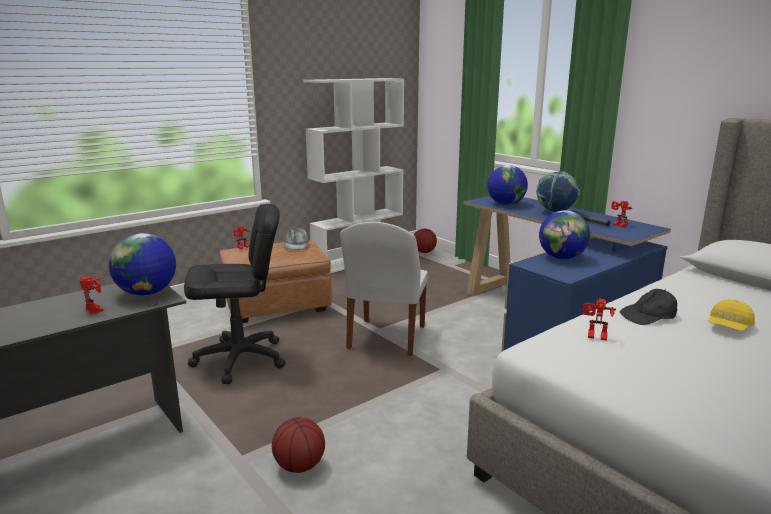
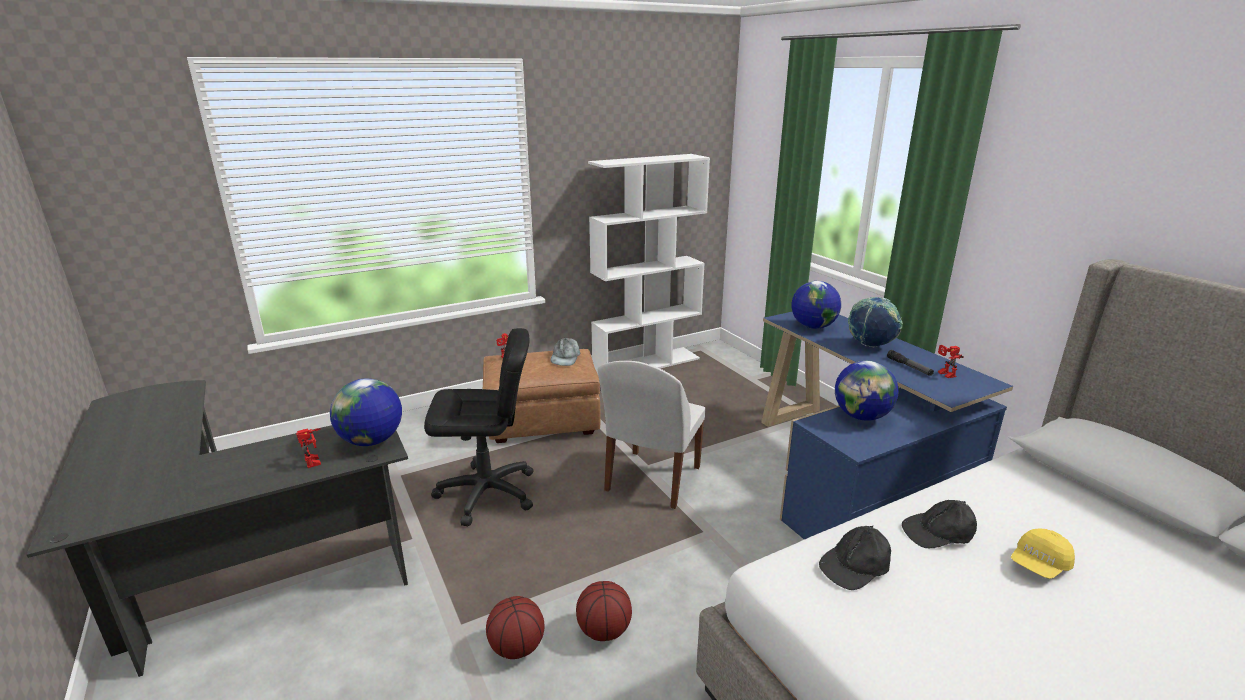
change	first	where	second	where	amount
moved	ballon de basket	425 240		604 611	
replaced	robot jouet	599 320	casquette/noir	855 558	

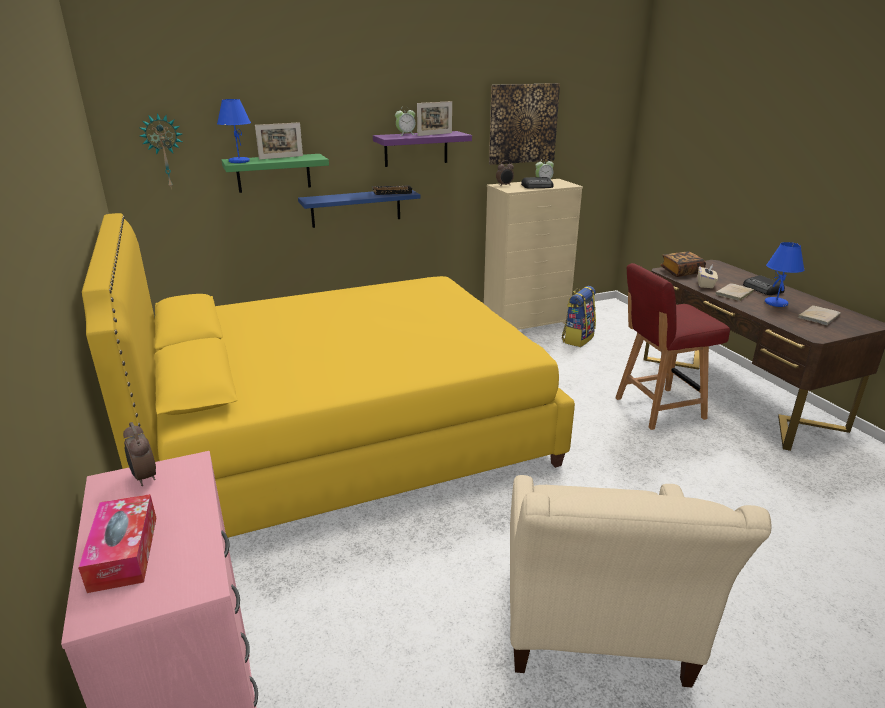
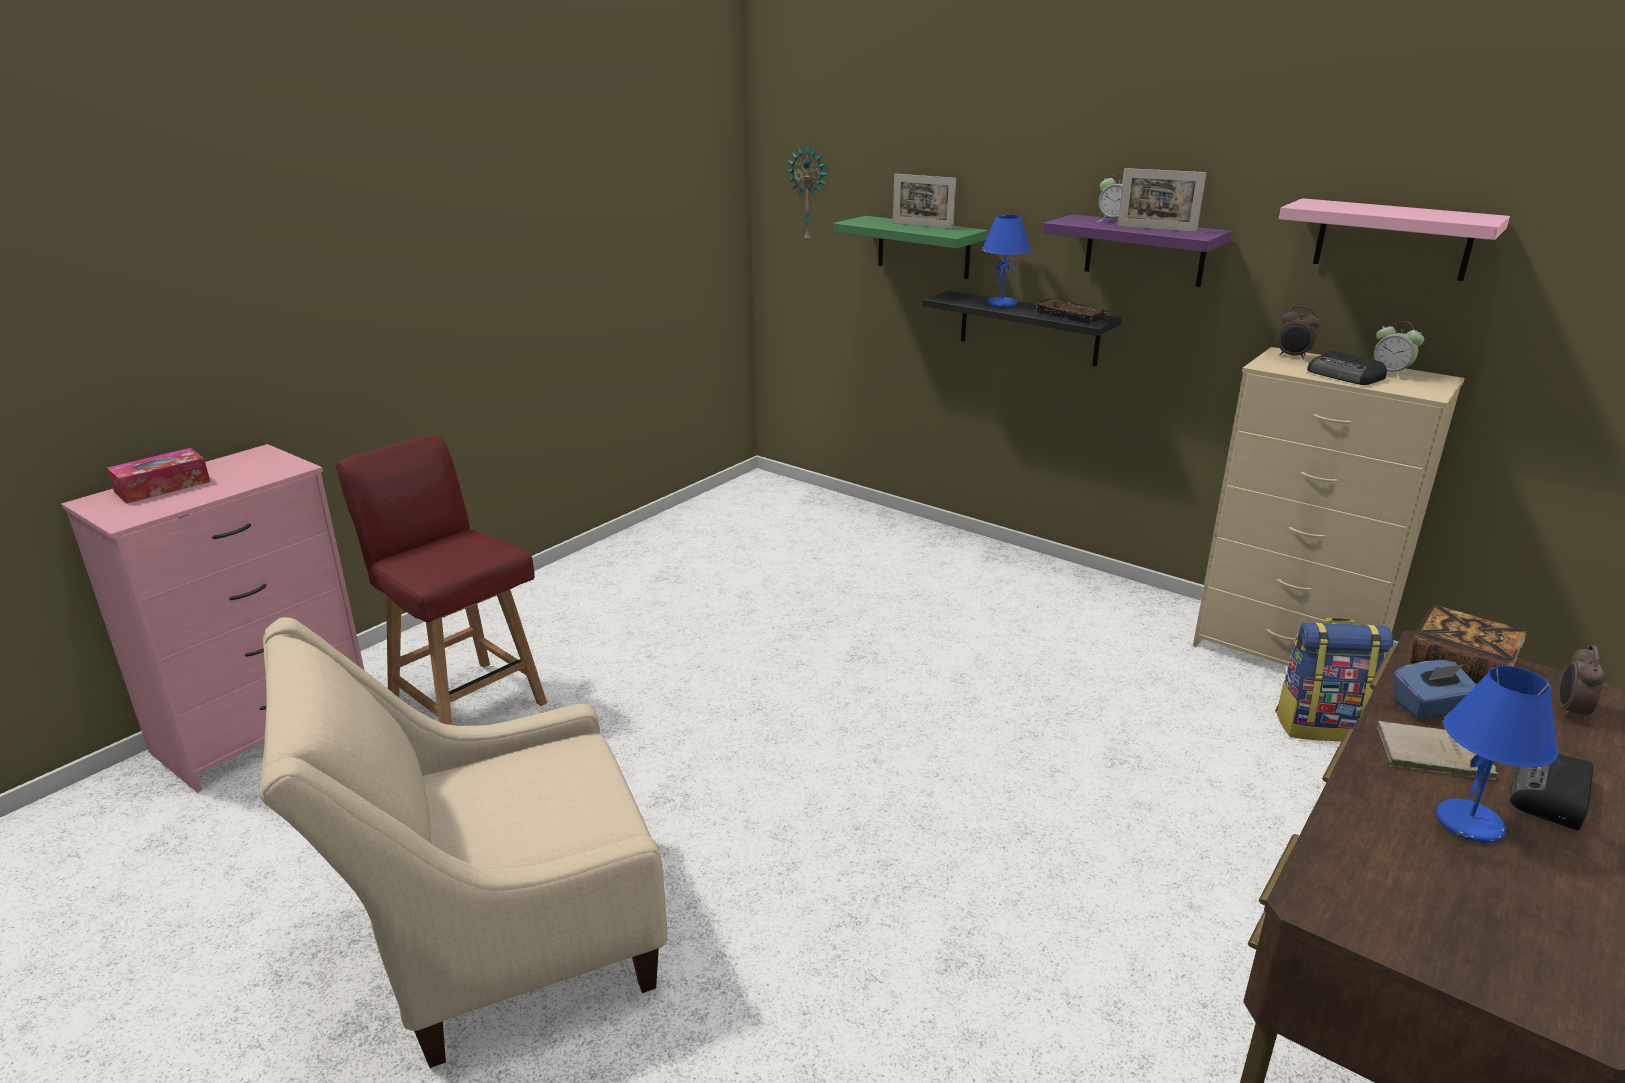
change	first	where	second	where	amount
moved	chaise/rouge	672 346		441 579	
recoloured	étagère/bleu	359 209	étagère/noir	1022 328	
moved	lampe de table/bleu	234 131		1006 261	
replaced	tableau	524 124	étagère/rose	1394 239	
recoloured	boîte à mouchoirs/beige	708 276	boîte à mouchoirs/bleu	1435 689	
moved	réveil	139 454		1582 682	
removed	lit/jaune	328 375			
removed	livre/beige	819 315			

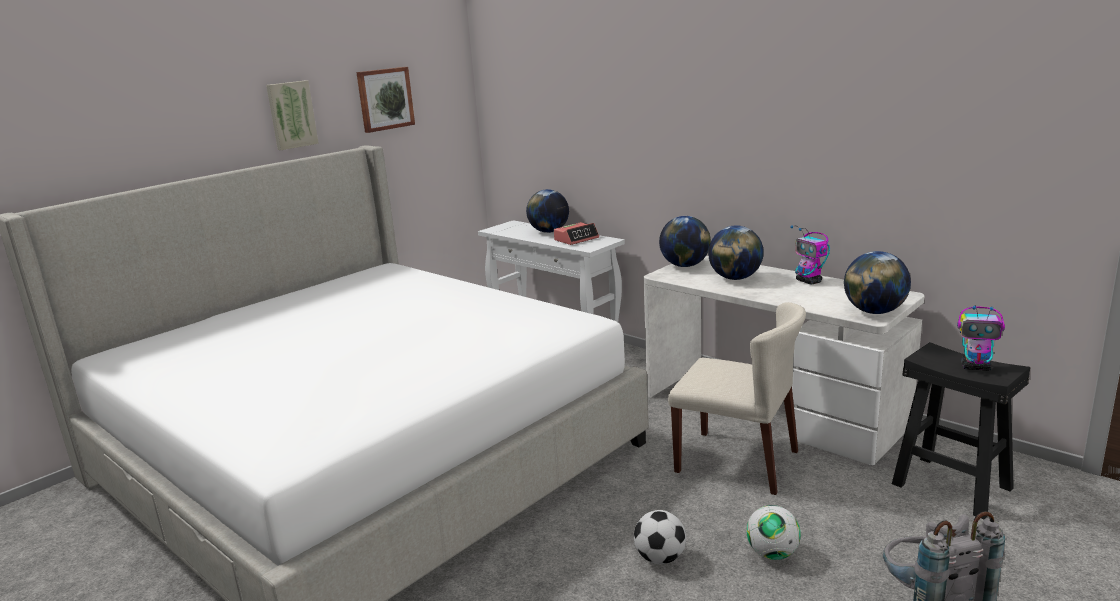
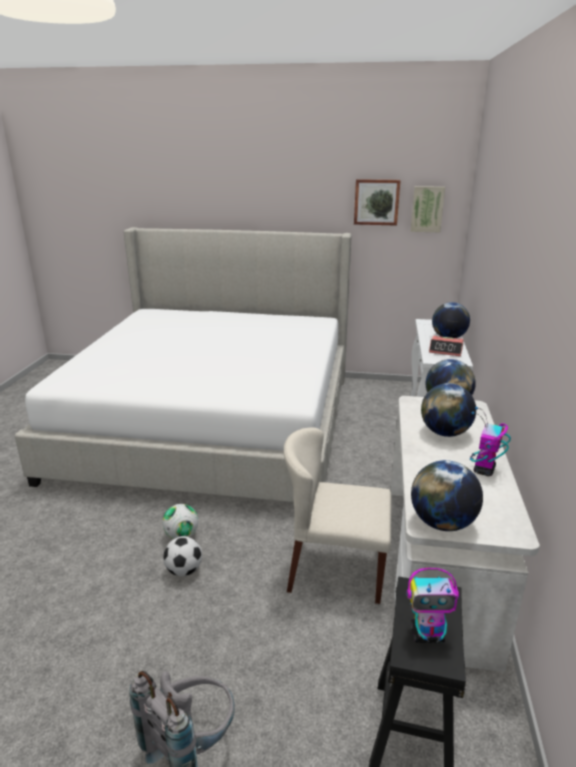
change	first	where	second	where	amount
moved	ballon de foot	773 532		180 521	
turned	chaise/beige	737 398		337 515	105 degrees clockwise
turned	robot jouet	981 338		433 605	75 degrees counterclockwise
moved	tableau	292 115		428 209	

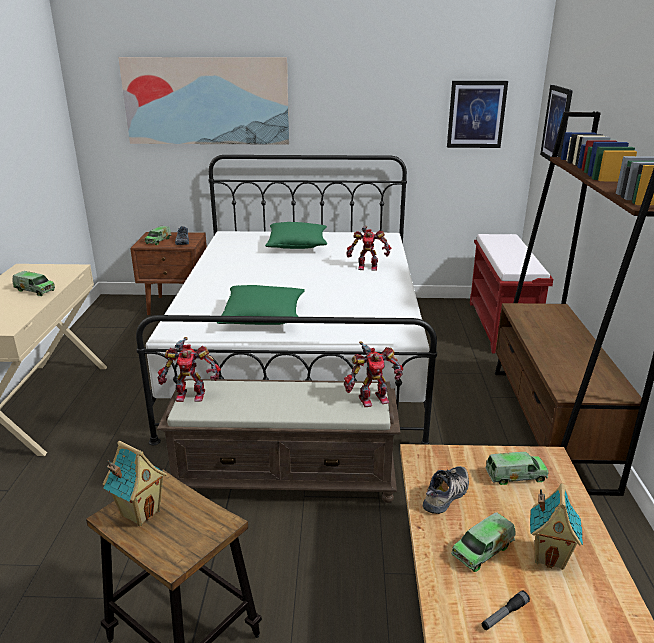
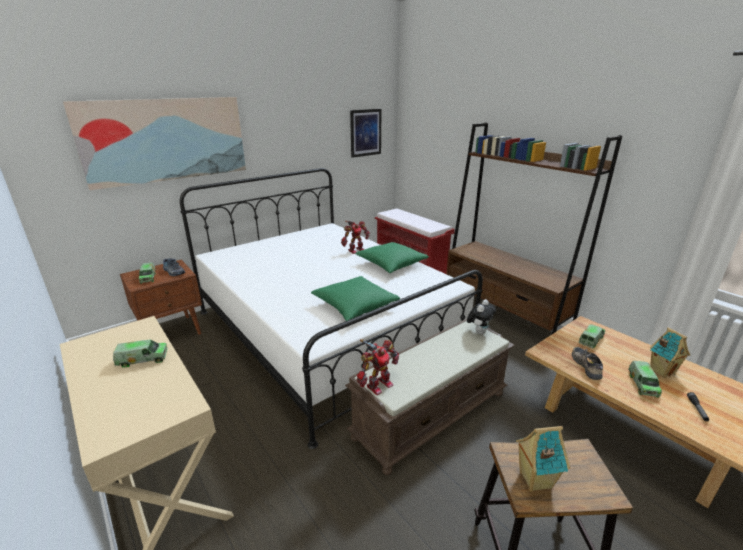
change	first	where	second	where	amount
moved	coussin/vert	296 235		392 257	
replaced	robot jouet	373 374	peluche	481 316	
removed	tableau	556 125			

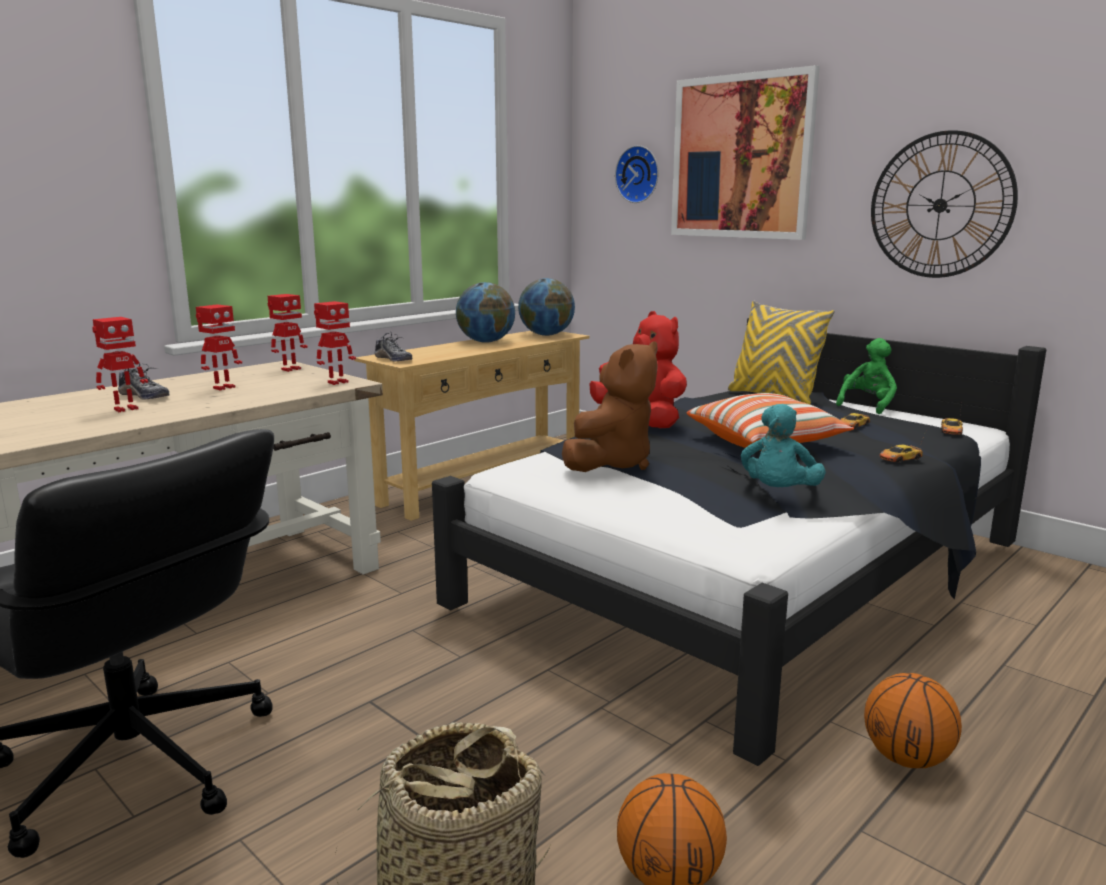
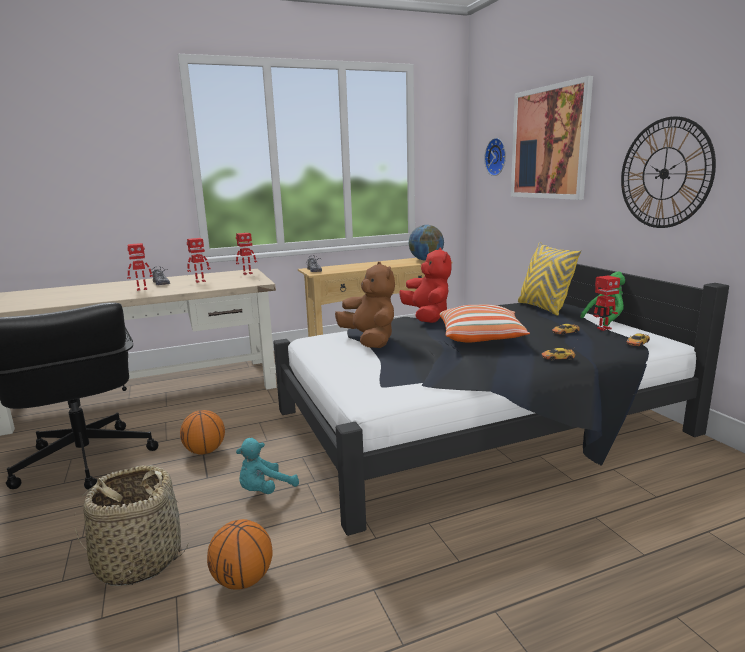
change	first	where	second	where	amount
moved	ballon de basket	913 720		202 432	
moved	peluche/turquoise	783 445		267 466	
turned	peluche/marron	610 406		365 305	90 degrees counterclockwise
moved	robot jouet	335 343		606 303	
removed	globe	485 312			

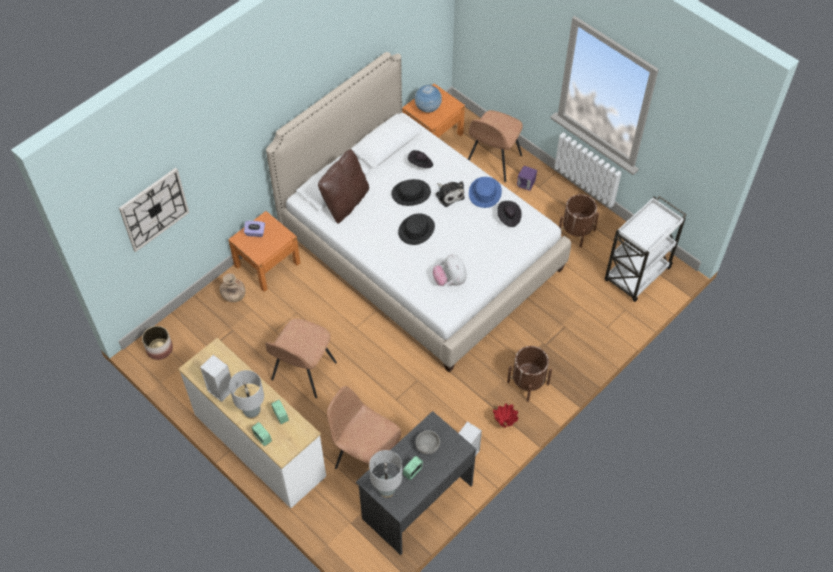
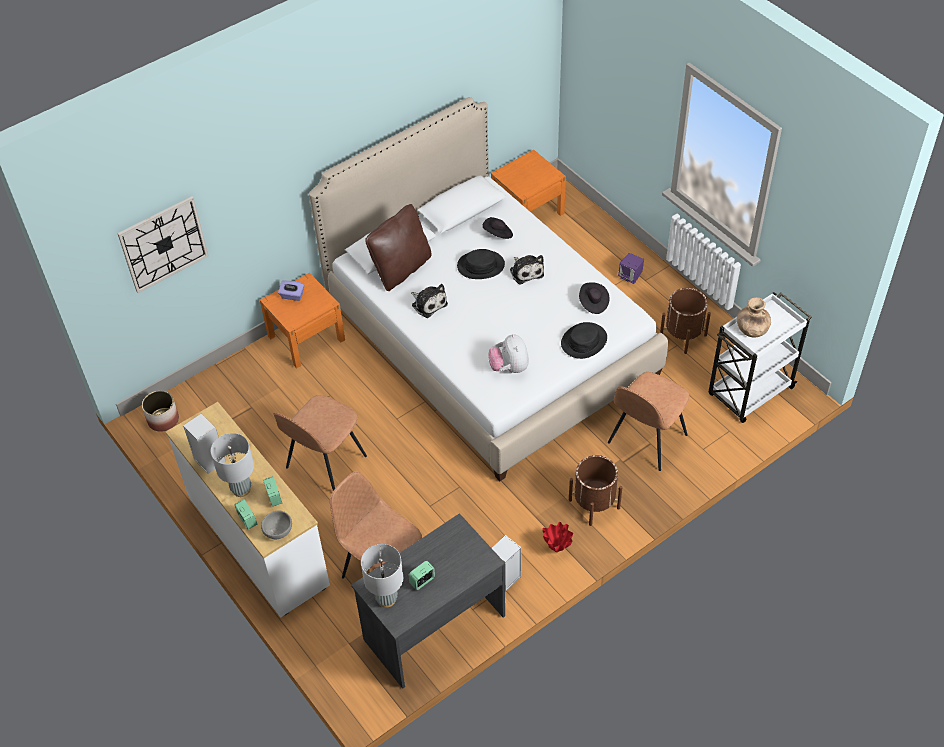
change	first	where	second	where	amount
moved	bol/gris	428 442		276 525	
added			peluche	429 301	
moved	chapeau/noir	416 229		584 340	
moved	chaise/marron	495 146		649 421	
moved	vase/marron	232 287		754 317	
removed	globe	428 99			
removed	chapeau/bleu	485 192			

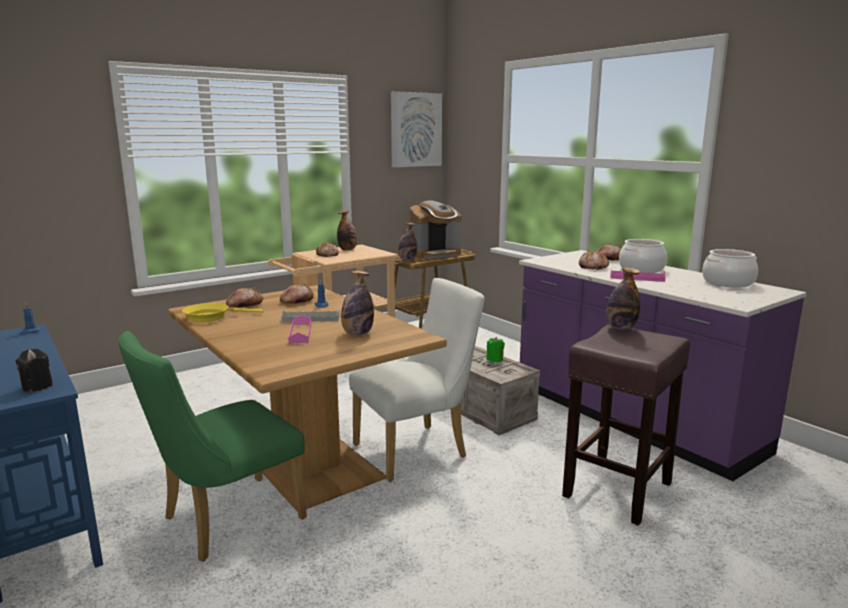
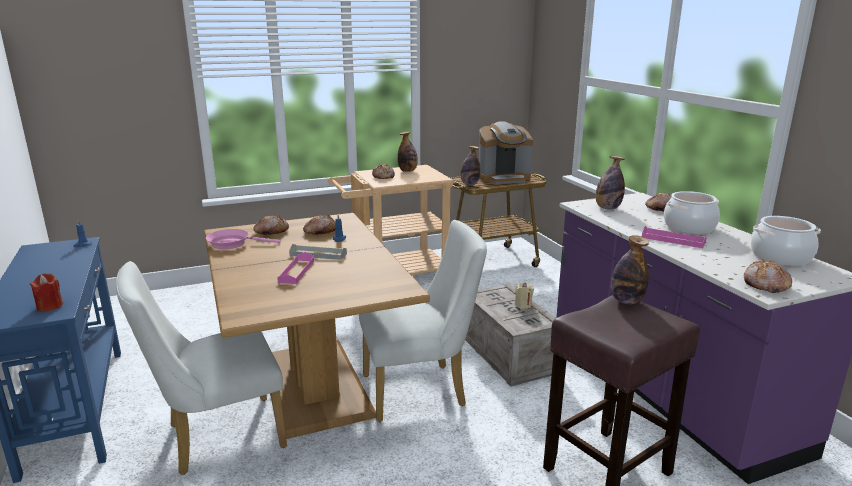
change	first	where	second	where	amount
recoloured	bougie/noir	34 370	bougie/rouge	46 292	
recoloured	chaise/vert	213 446	chaise/blanc	201 368	
recoloured	poêle/jaune	222 312	poêle/rose	243 239	
recoloured	bougie/vert	495 349	bougie/beige	524 296	
moved	bouteille	357 303		610 182	
moved	pain	594 260		768 276	
removed	tableau	416 129			

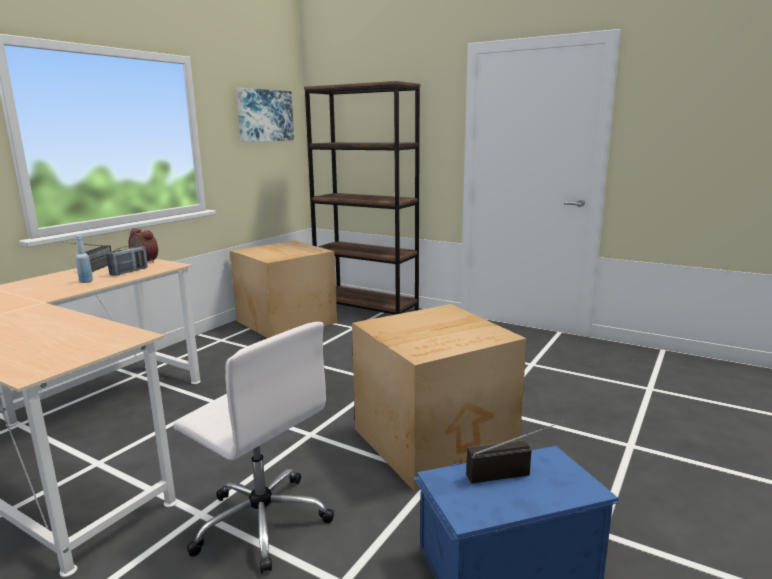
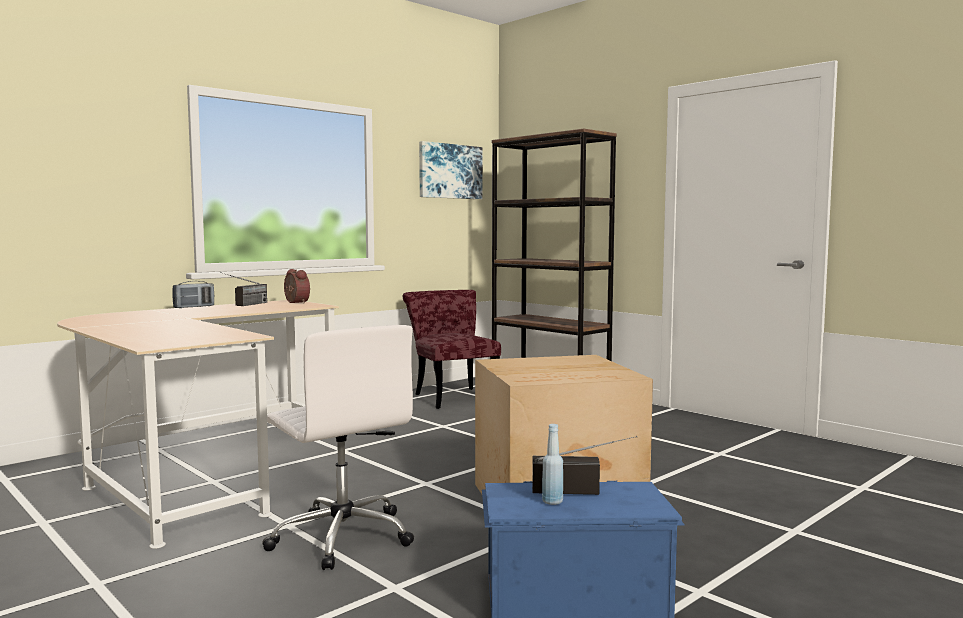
change	first	where	second	where	amount
moved	radio	127 260		193 294	
replaced	carton	283 289	chaise/rouge	451 349	
moved	bouteille/bleu	84 259		552 464	

